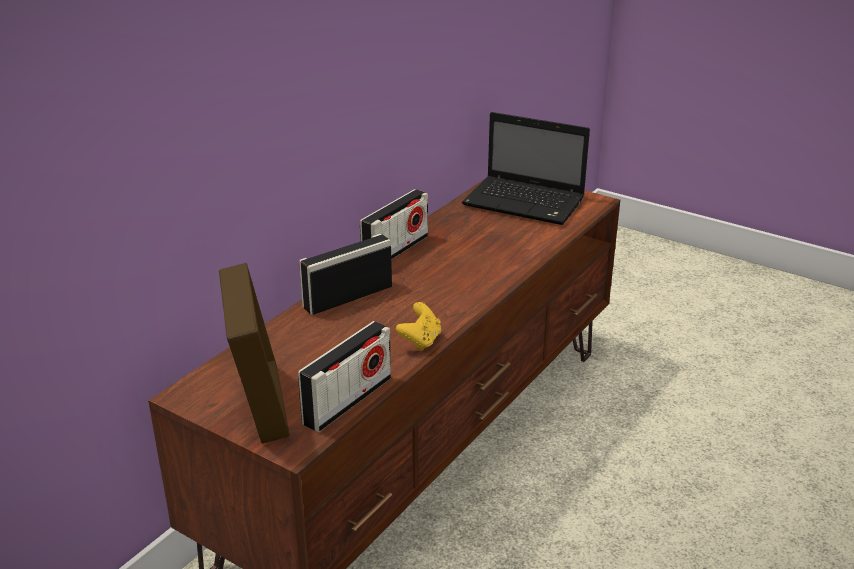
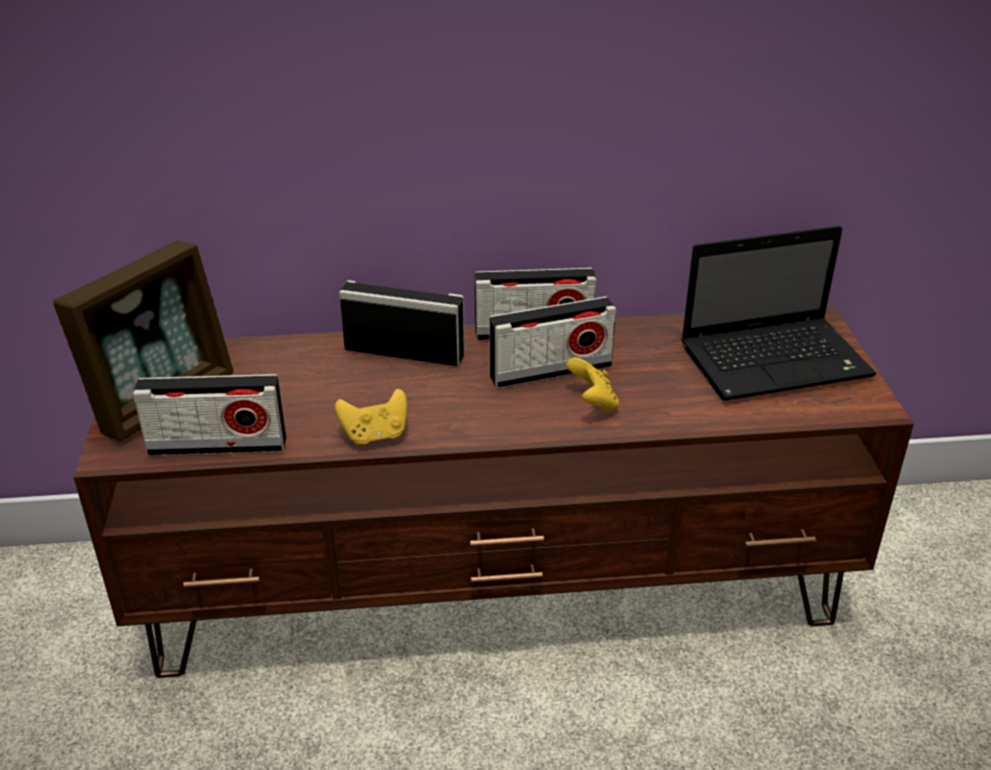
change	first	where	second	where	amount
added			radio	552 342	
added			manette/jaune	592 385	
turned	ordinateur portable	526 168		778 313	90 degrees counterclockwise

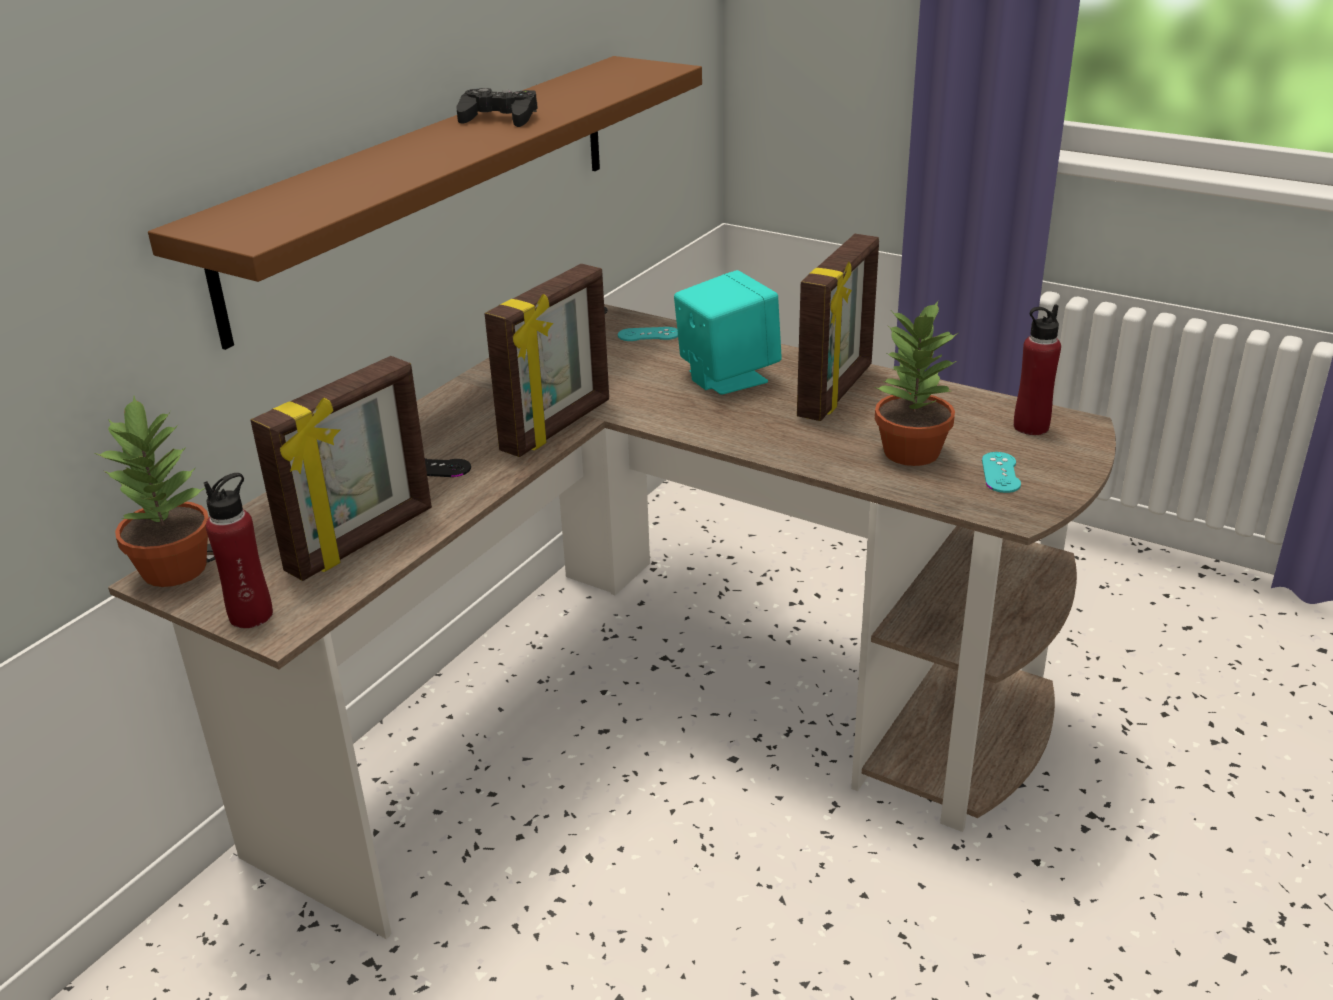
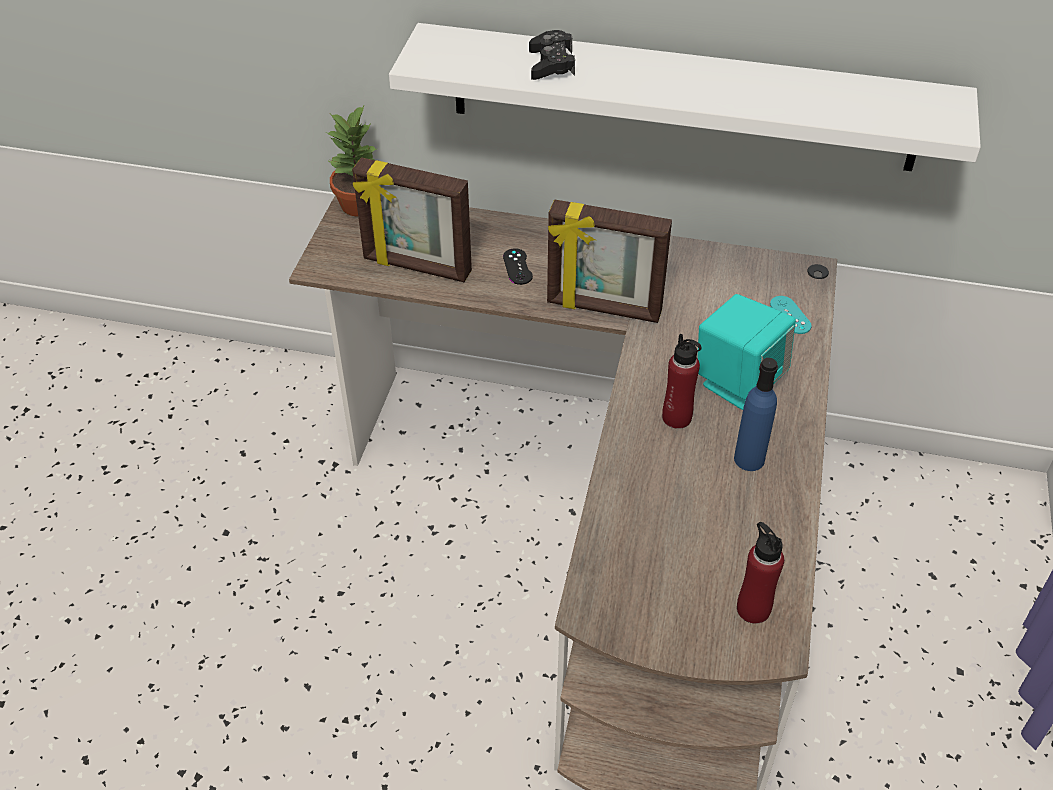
change	first	where	second	where	amount
recoloured	étagère/marron	425 203	étagère/blanc	685 97	
moved	manette/noir	497 107		552 55	
moved	bouteille/rouge	238 550		682 381	
replaced	cadre photo	838 327	bouteille/bleu	756 414	
removed	plante en pot	916 383			
removed	manette/turquoise	1001 472			

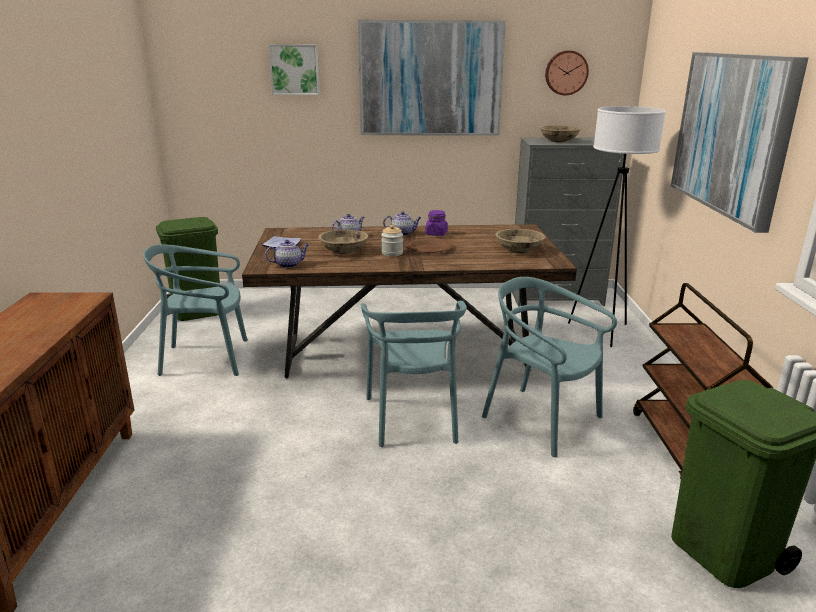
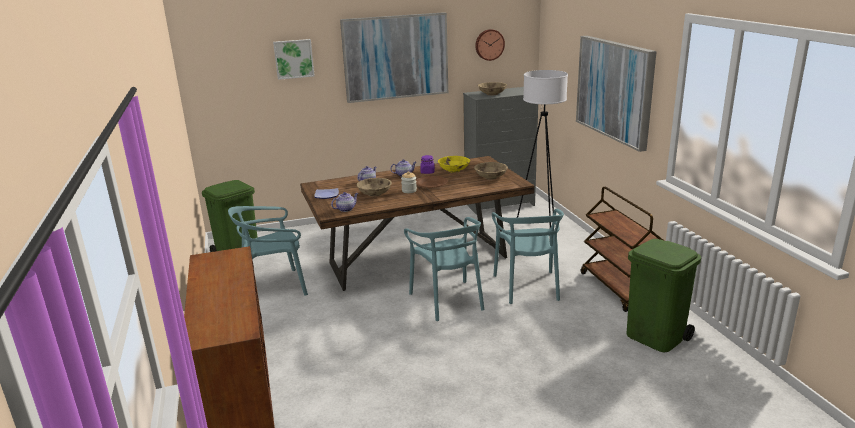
change	first	where	second	where	amount
added			bol/jaune	454 164	
turned	chaise/turquoise	549 367		528 256	120 degrees counterclockwise

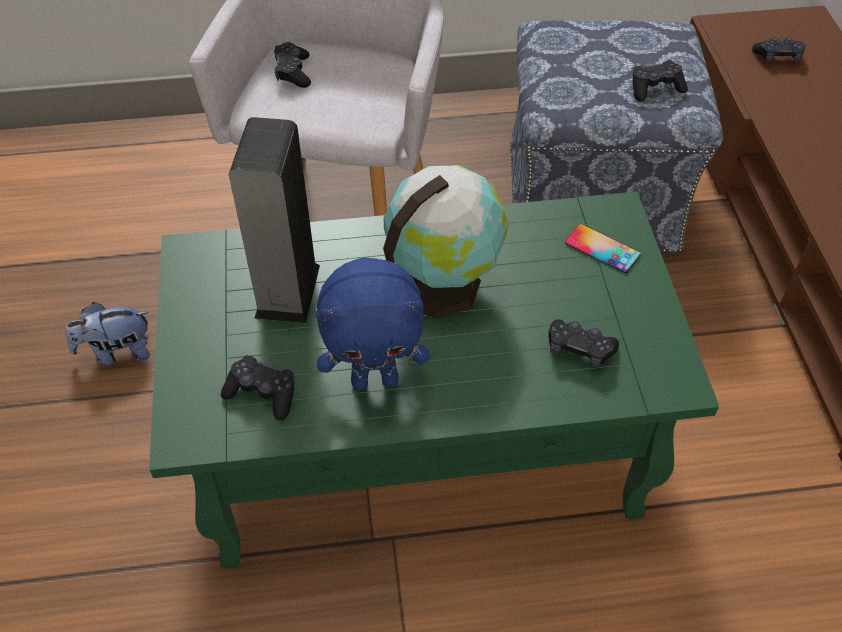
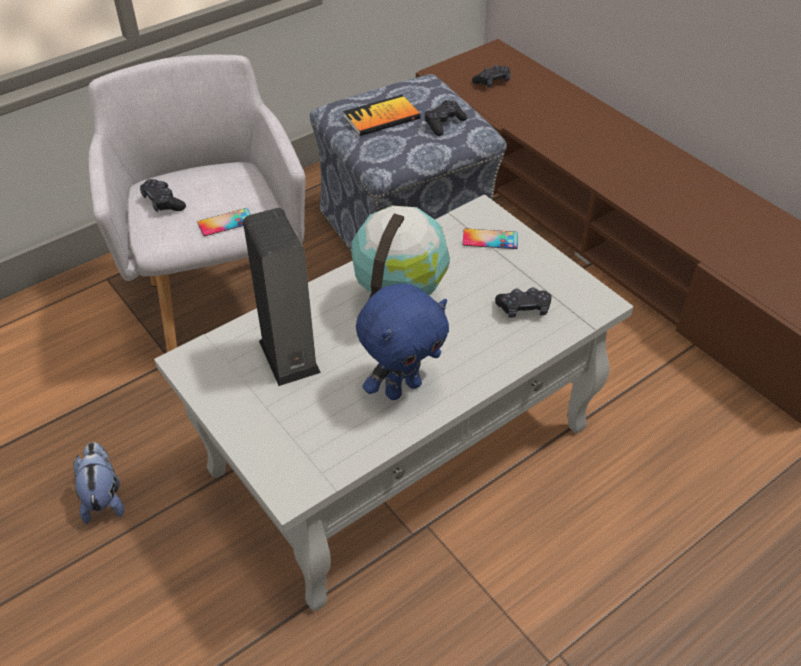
change	first	where	second	where	amount
turned	peluche	108 334		98 483	120 degrees clockwise
recoloured	table basse/vert	434 380	table basse/blanc	394 403	
added			téléphone	224 222	
added			livre	381 115	
removed	manette/noir	258 387			

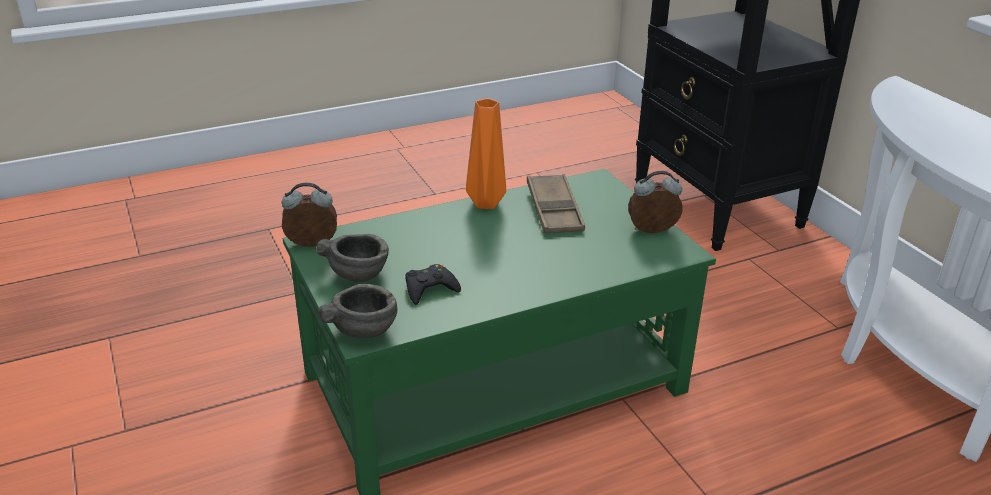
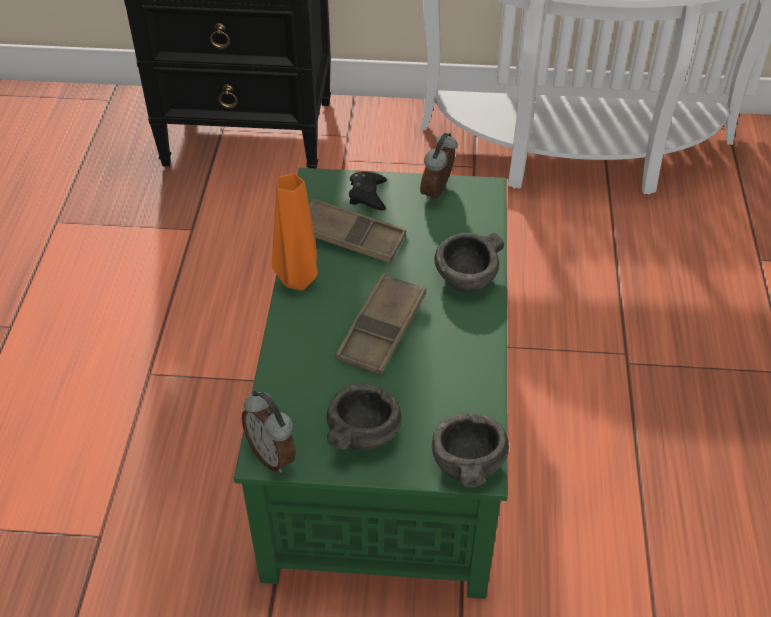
change	first	where	second	where	amount
turned	réveil	309 215		269 432	60 degrees counterclockwise
added			plateau/marron	380 324	
moved	manette/noir	433 284		368 191	
added			bol/gris	469 262	

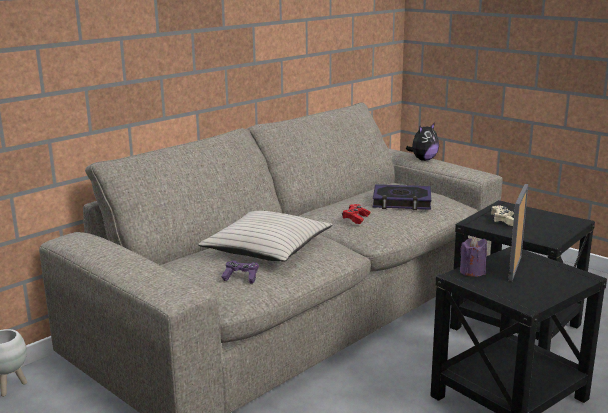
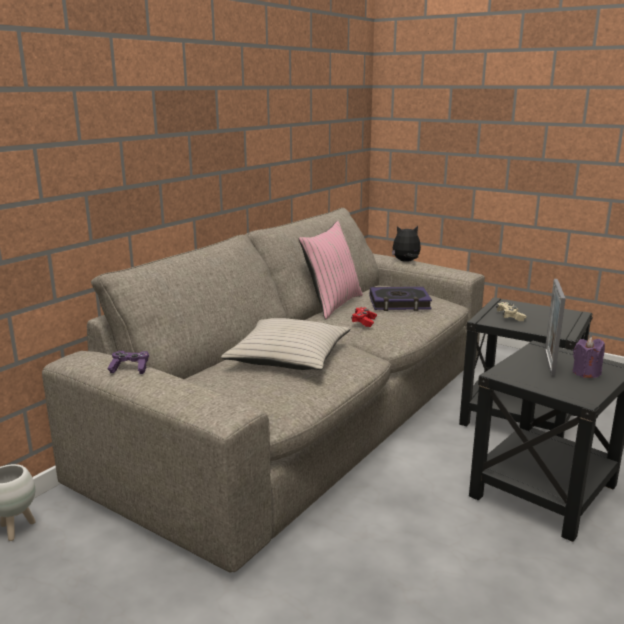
change	first	where	second	where	amount
moved	manette/violet	240 272		128 362	
added			coussin/rose	331 270	
turned	peluche	422 142		406 244	135 degrees counterclockwise
moved	bougie/violet	473 256		589 357	

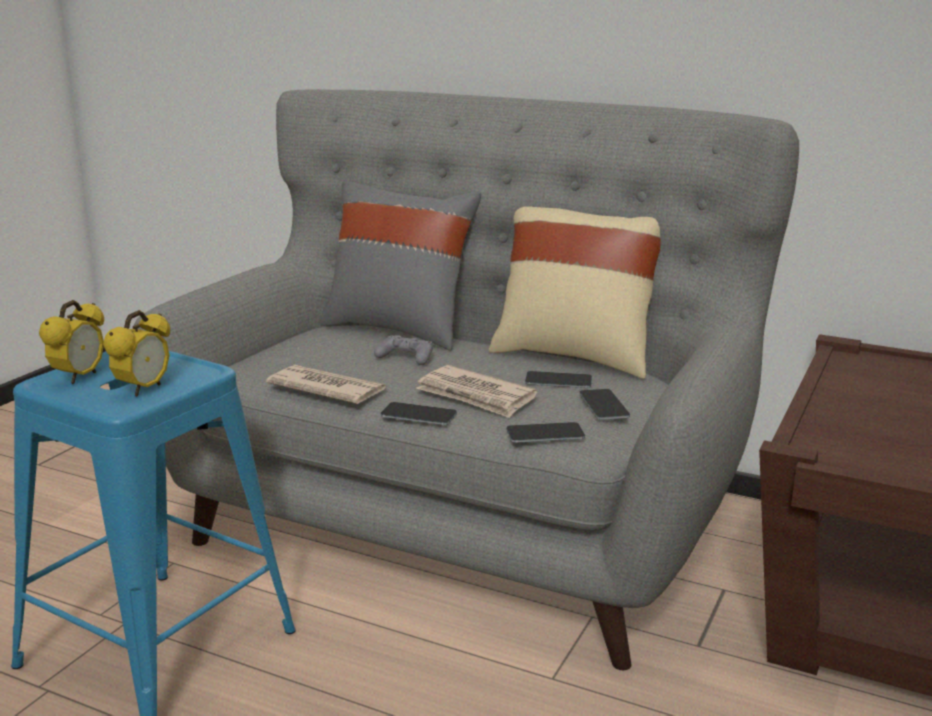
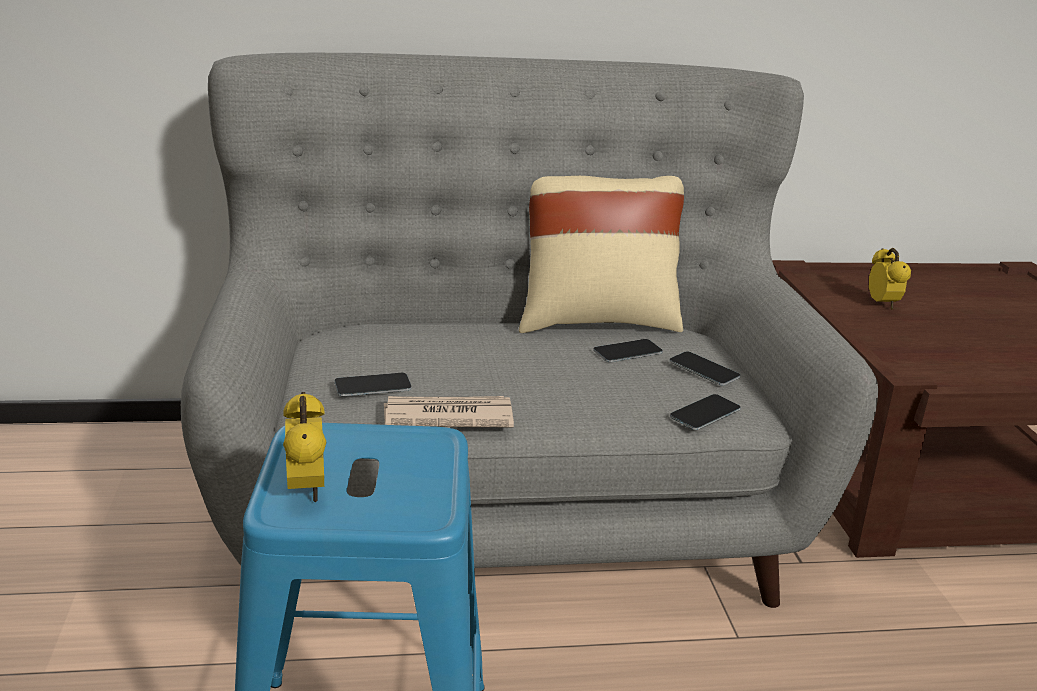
change	first	where	second	where	amount
moved	téléphone	419 413		373 384	
moved	réveil	136 353		890 278	
removed	coussin/gris	400 265			
removed	manette/gris	403 350			
removed	journal	477 391			

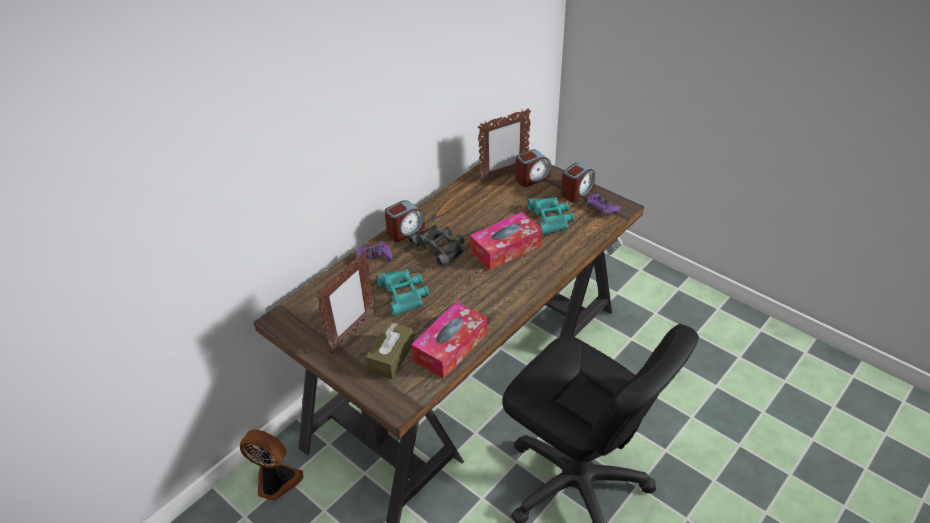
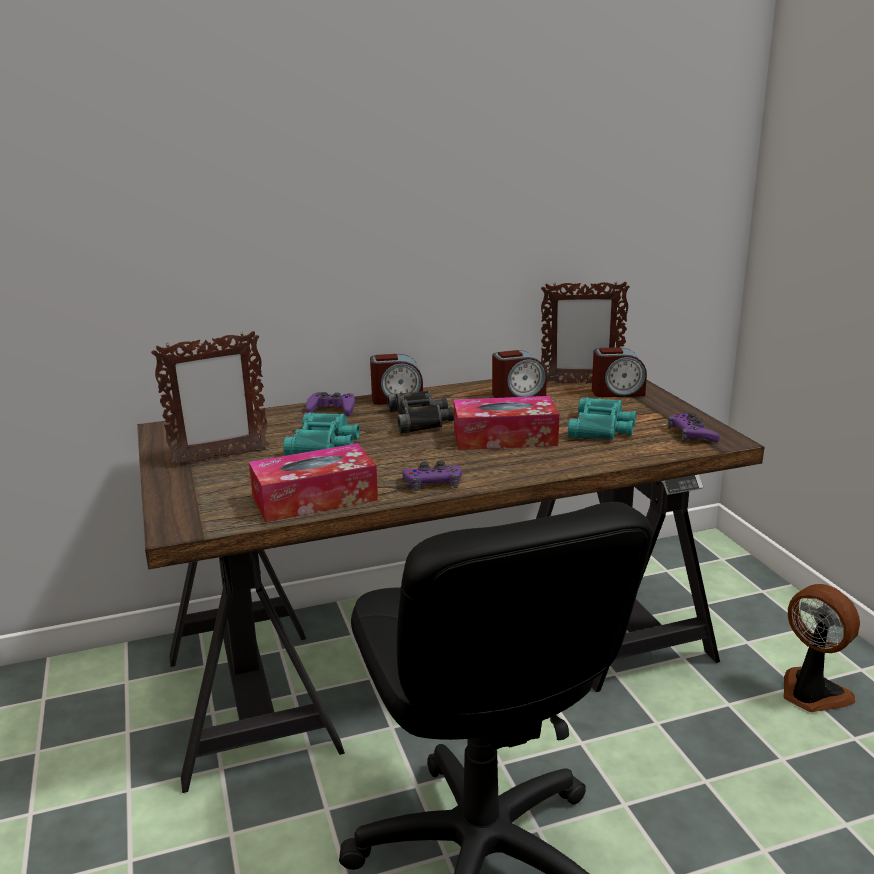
change	first	where	second	where	amount
added			manette/violet	432 475	
moved	réveil	578 182		519 374	
moved	ventilateur	272 465		821 648	
removed	boîte à mouchoirs/marron	389 350			

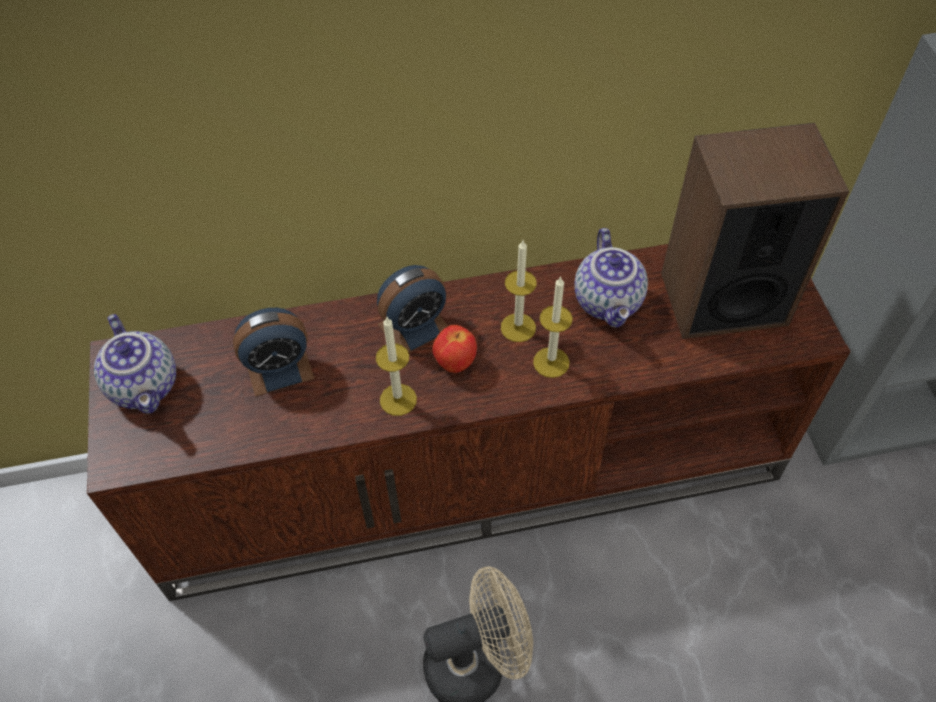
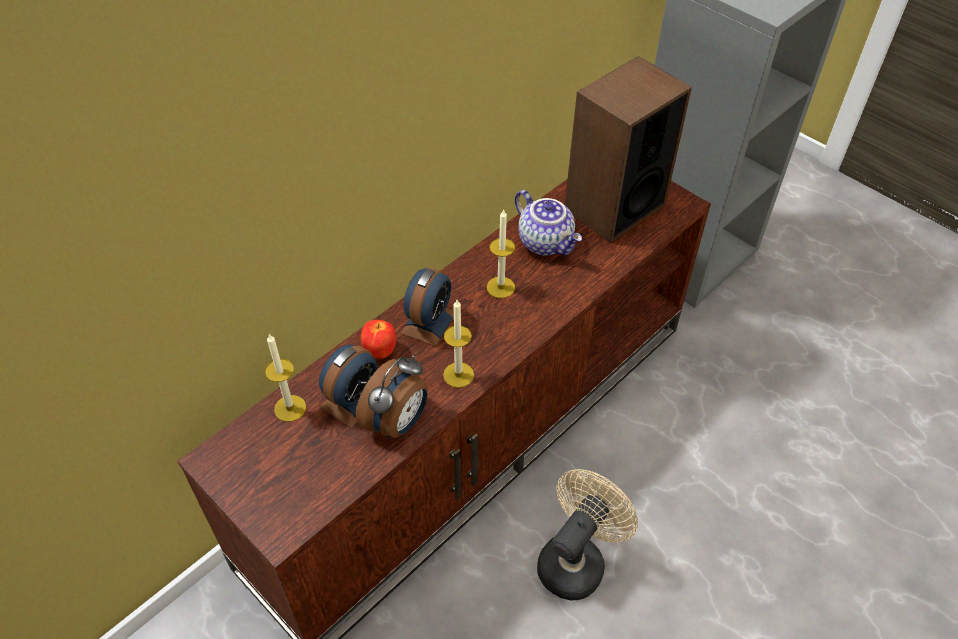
change	first	where	second	where	amount
moved	bougie	553 327		285 378	
added			réveil	392 397	
moved	pomme	454 349		378 339	
removed	théière	135 364			

